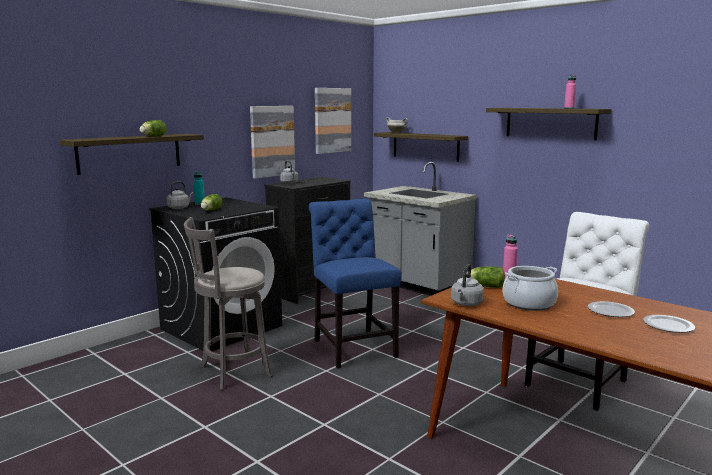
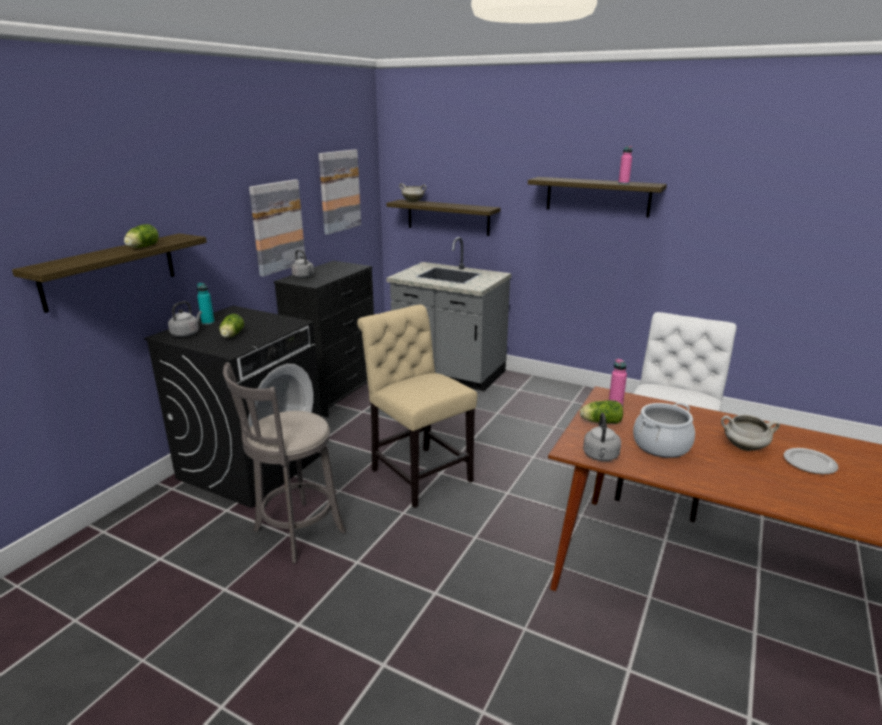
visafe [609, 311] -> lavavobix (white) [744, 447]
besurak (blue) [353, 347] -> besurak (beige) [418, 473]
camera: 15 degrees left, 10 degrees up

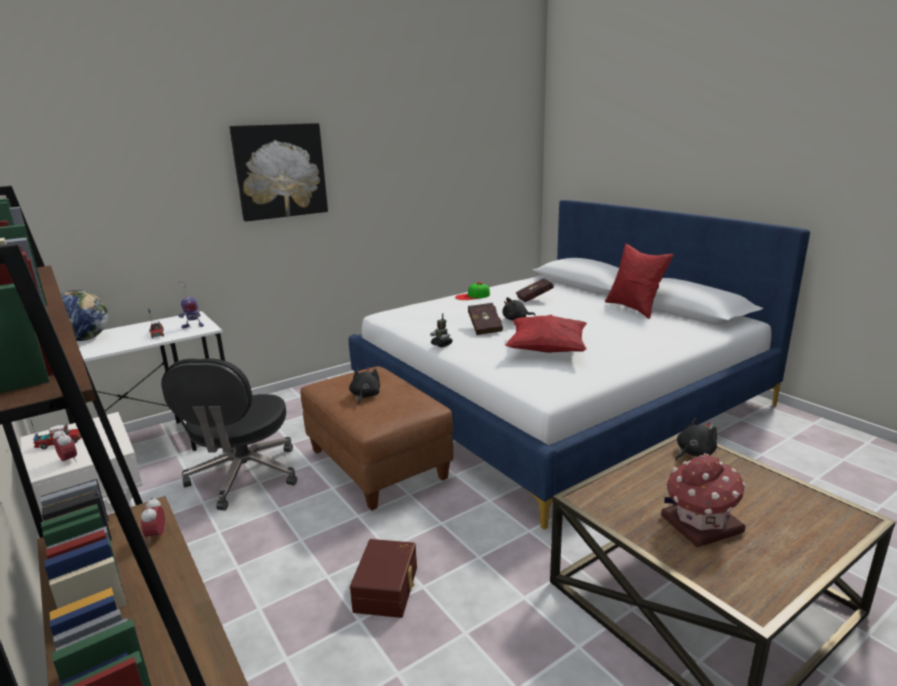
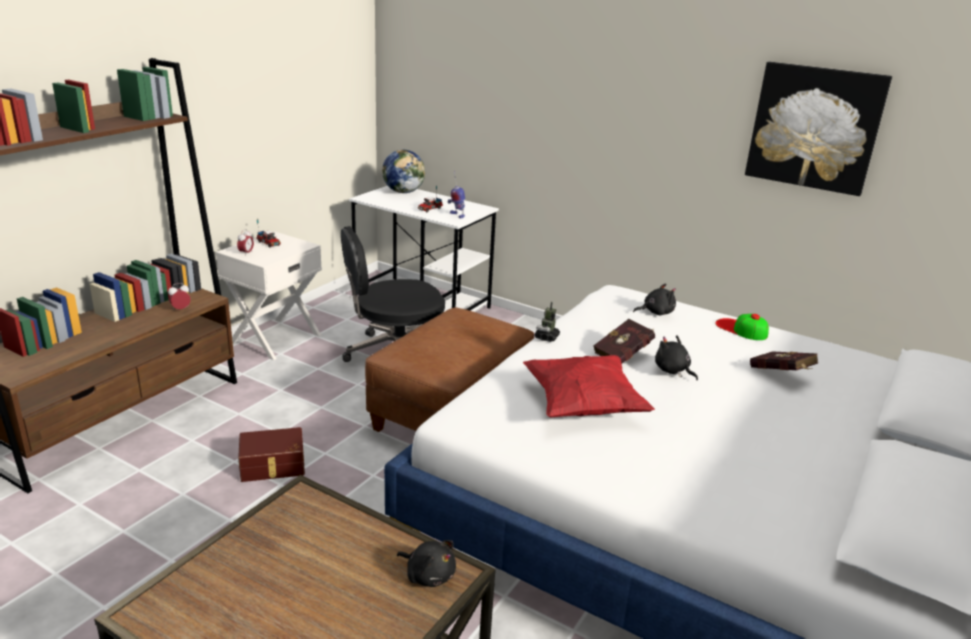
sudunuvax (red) [634, 308] -> none
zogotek [699, 525] -> none
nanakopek [280, 171] -> nanakopek [814, 127], move
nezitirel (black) [365, 396] -> nezitirel (black) [656, 312], move
camera: 65 degrees right, 5 degrees up

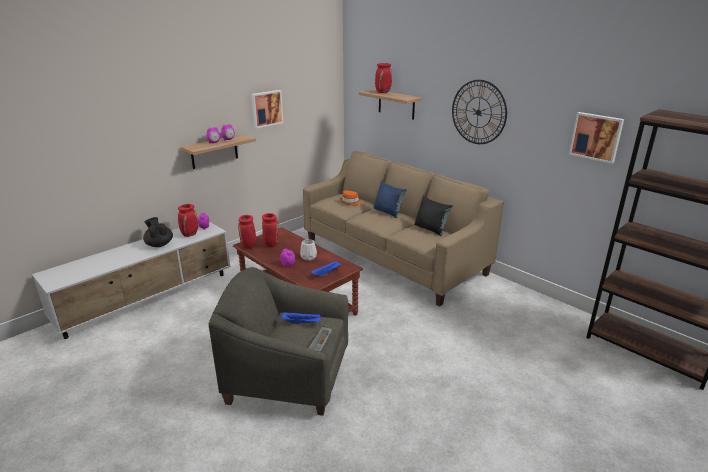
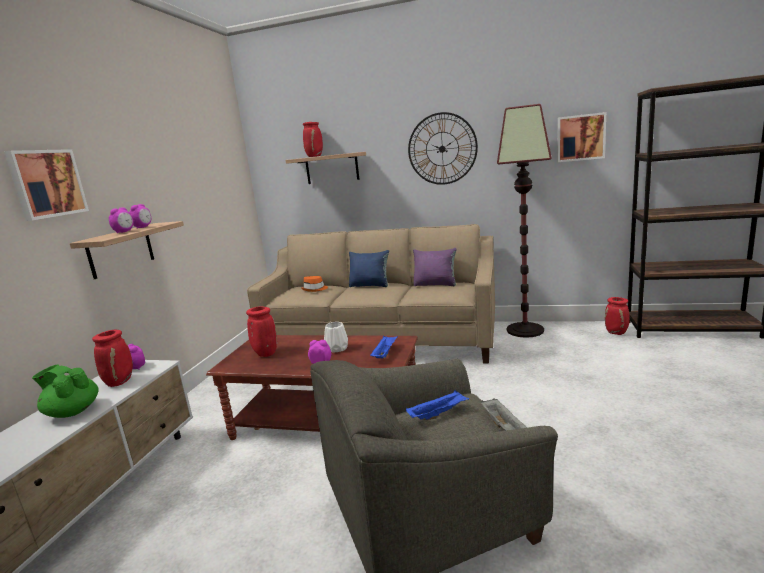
none -> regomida [525, 330]
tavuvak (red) [249, 246] -> tavuvak (red) [617, 333], move
nanakopek [266, 108] -> nanakopek [46, 183], move
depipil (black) [159, 244] -> depipil (green) [72, 411]
sudunuvax (black) [431, 229] -> sudunuvax (purple) [435, 284]
camera: 30 degrees left, 10 degrees down

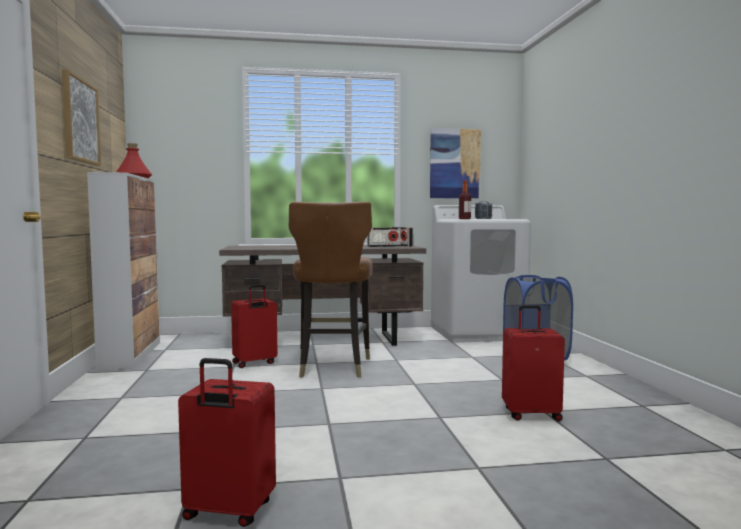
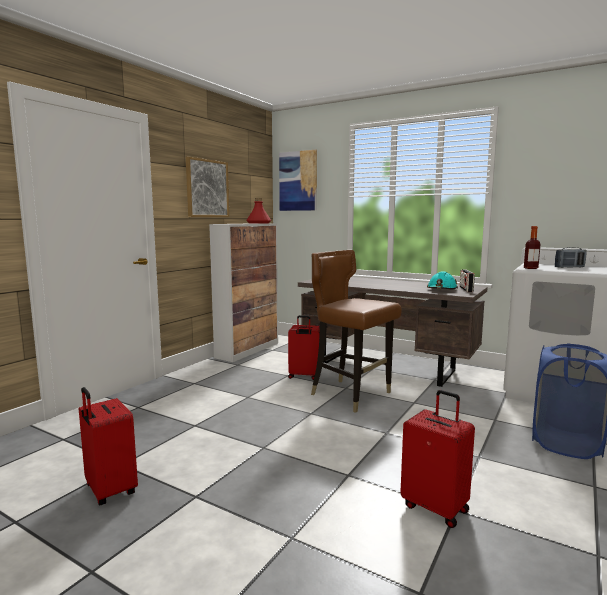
nanakopek [454, 163] -> nanakopek [298, 181], move
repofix [384, 246] -> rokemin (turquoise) [441, 289]
besurak (brown) [332, 367] -> besurak (brown) [351, 395], 90 degrees clockwise
camera: 40 degrees right, 5 degrees up

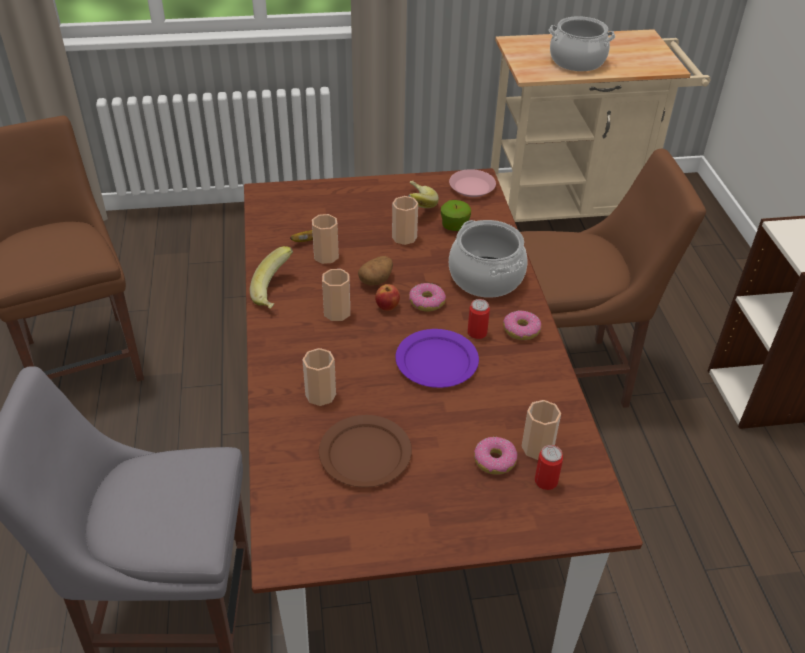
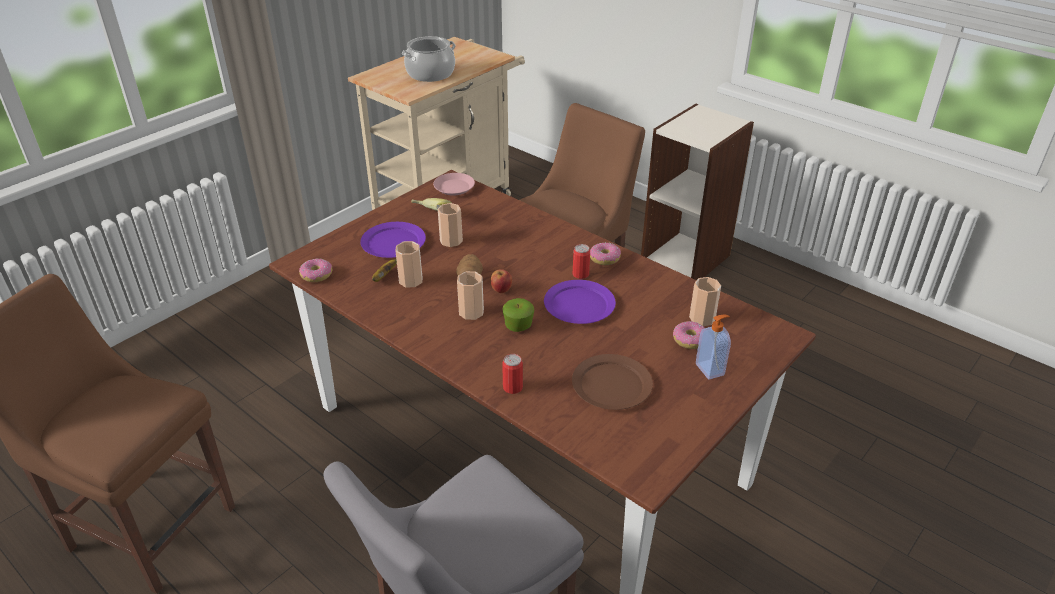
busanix [276, 293] -> none
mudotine [320, 395] -> none
lavavobix [486, 277] -> none
none -> visafe (purple) [393, 242]
none -> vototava [710, 369]
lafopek [426, 302] -> lafopek [316, 275], move
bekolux [454, 226] -> bekolux [518, 326], move
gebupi [546, 481] -> gebupi [512, 387], move
camera: 40 degrees left, 5 degrees down

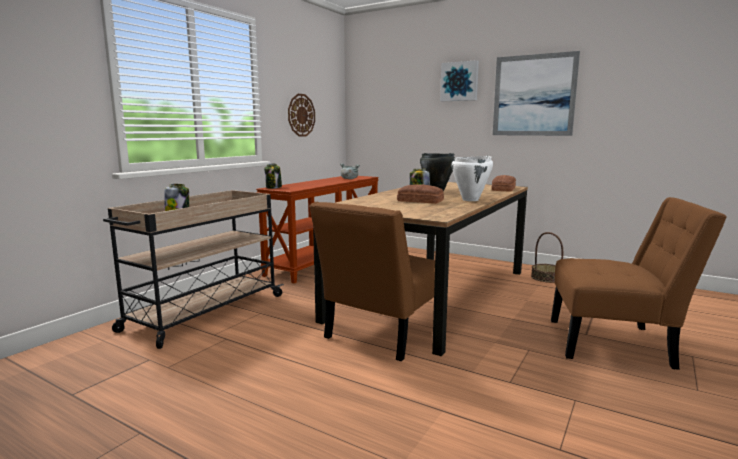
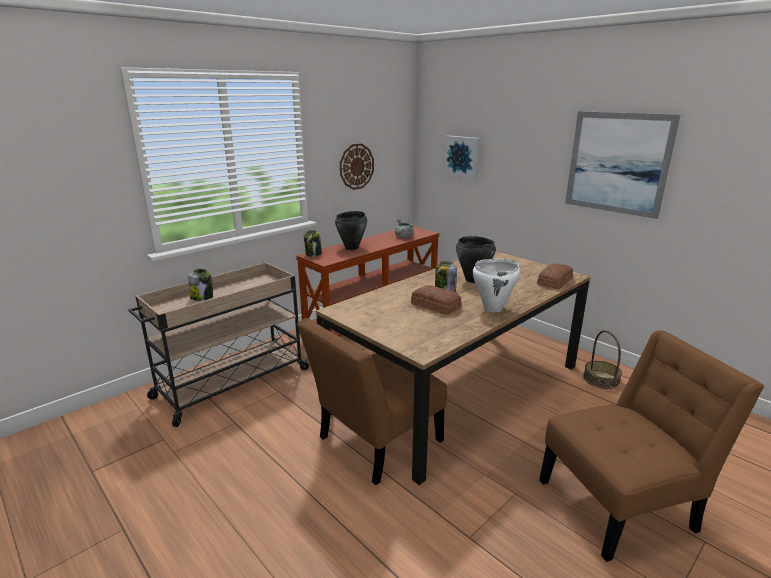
none -> lavavobix (black) [352, 248]
nanakopek [459, 81] -> nanakopek [462, 156], move
besurak (brown) [616, 344] -> besurak (brown) [622, 503], 45 degrees counterclockwise
camera: 15 degrees right, 10 degrees up

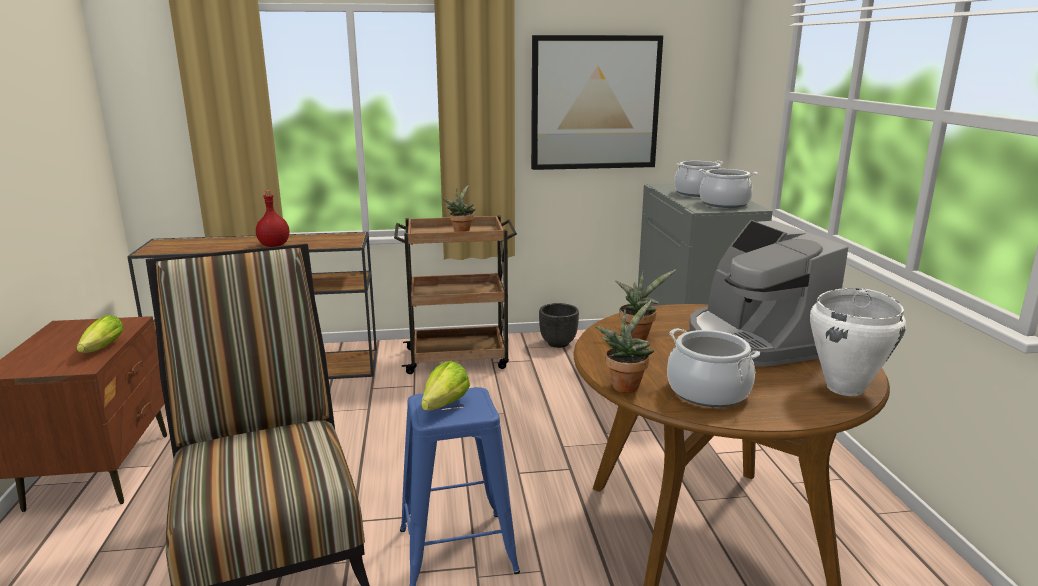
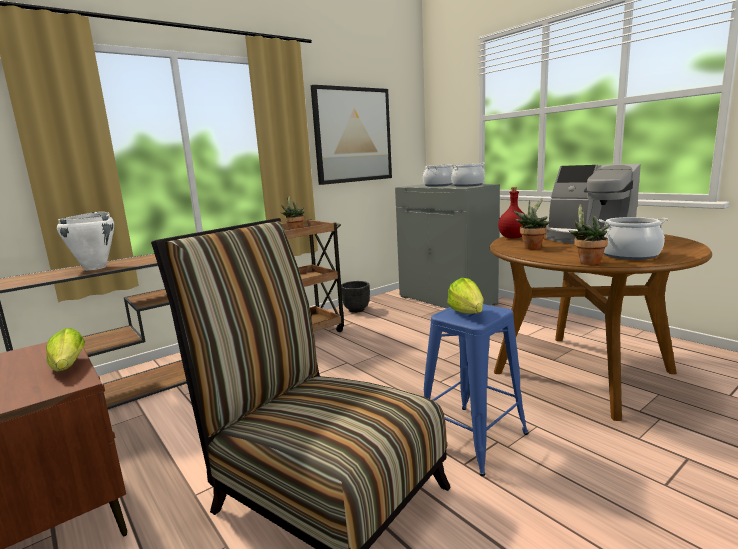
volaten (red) [274, 245] -> volaten (red) [512, 237], move
lavavobix (white) [845, 388] -> lavavobix (white) [95, 268], move
camera: 30 degrees left, 5 degrees down

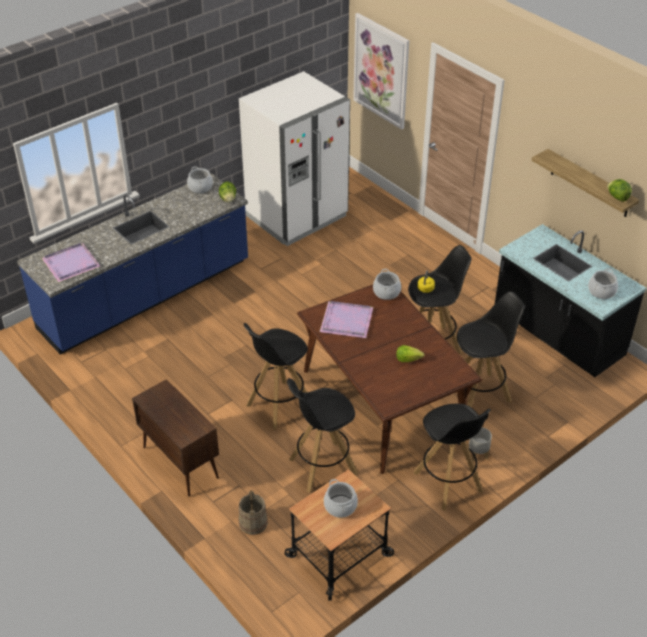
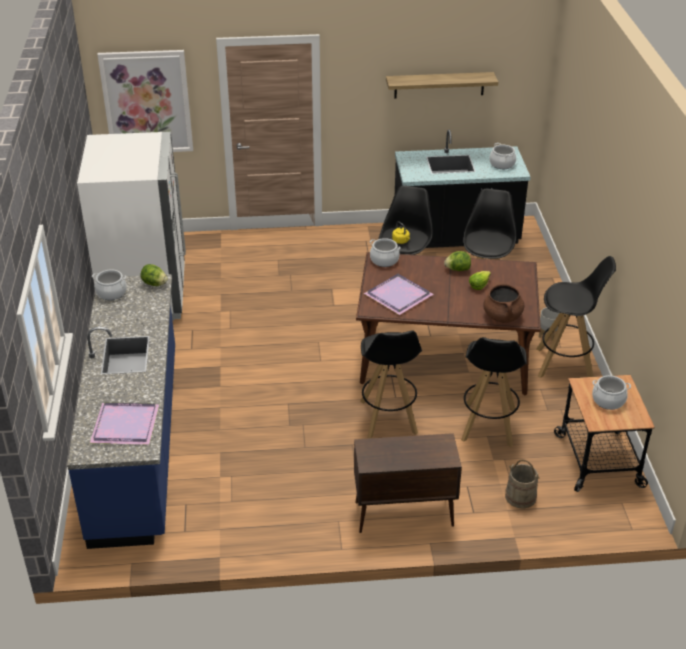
none -> lavavobix (brown) [502, 316]
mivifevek [617, 197] -> mivifevek [457, 269], move
camera: 55 degrees left, 5 degrees down

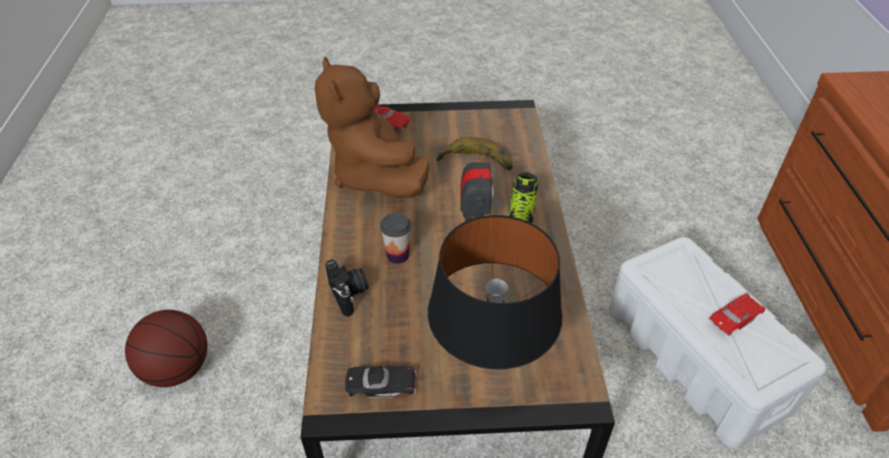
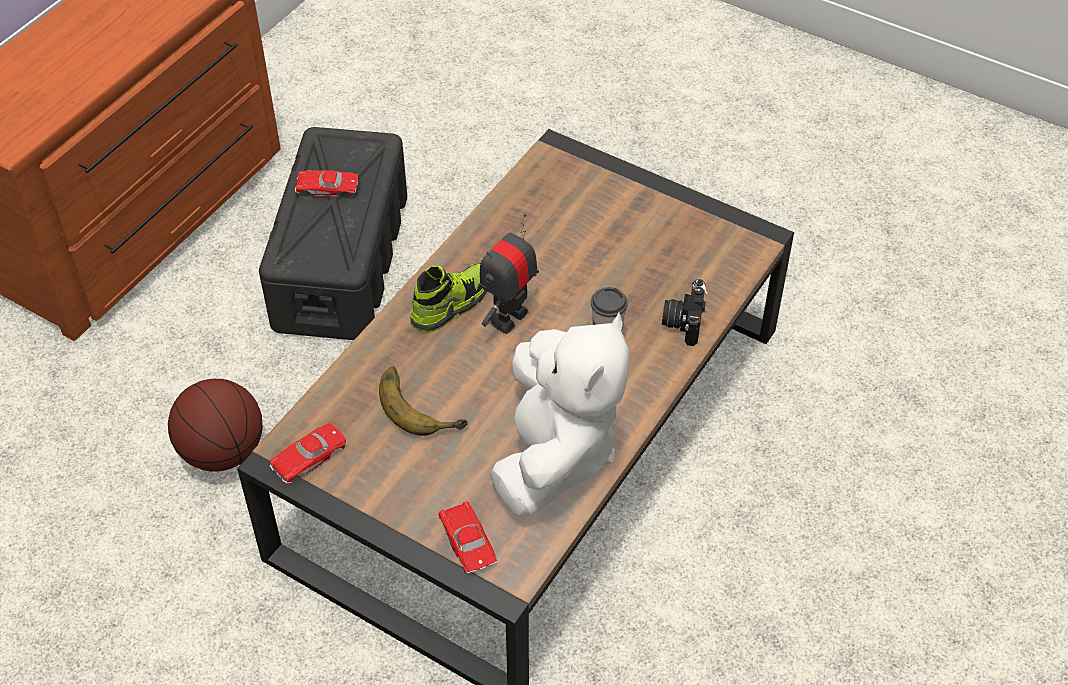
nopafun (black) [381, 384] -> none
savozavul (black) [490, 361] -> none
none -> nopafun (red) [309, 456]
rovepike [177, 369] -> rovepike [222, 452], move
nezitirel (brown) [374, 175] -> nezitirel (white) [555, 453]
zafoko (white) [695, 357] -> zafoko (black) [341, 262]
camera: 145 degrees left, 5 degrees up

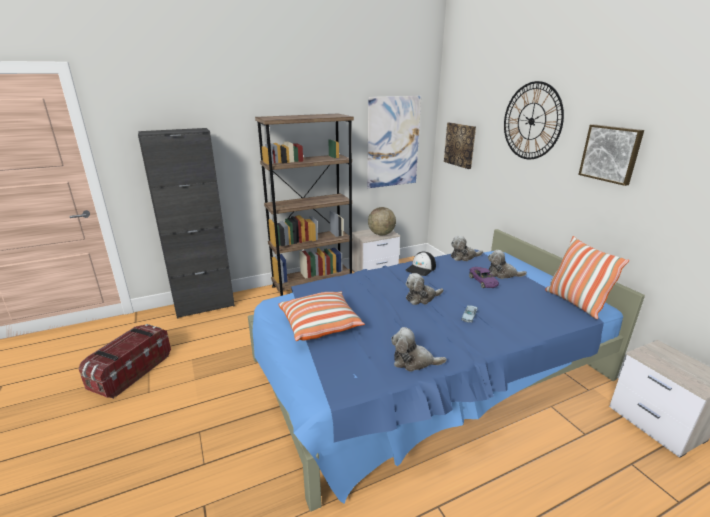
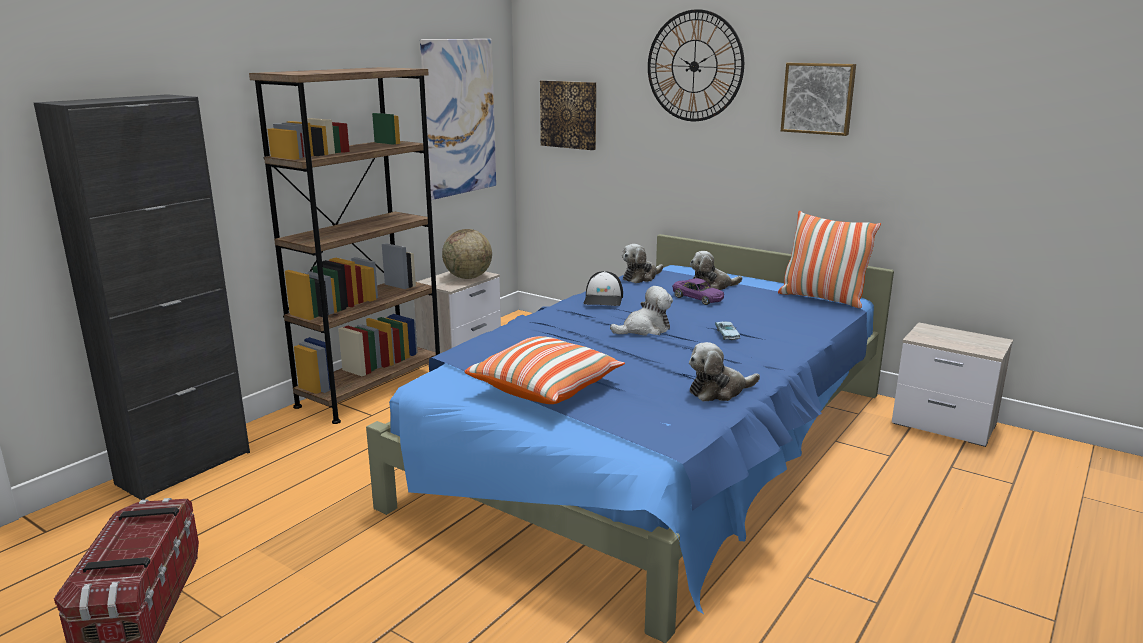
nezitirel [421, 298] -> nezitirel [645, 330], 150 degrees counterclockwise
camera: 30 degrees left, 5 degrees down

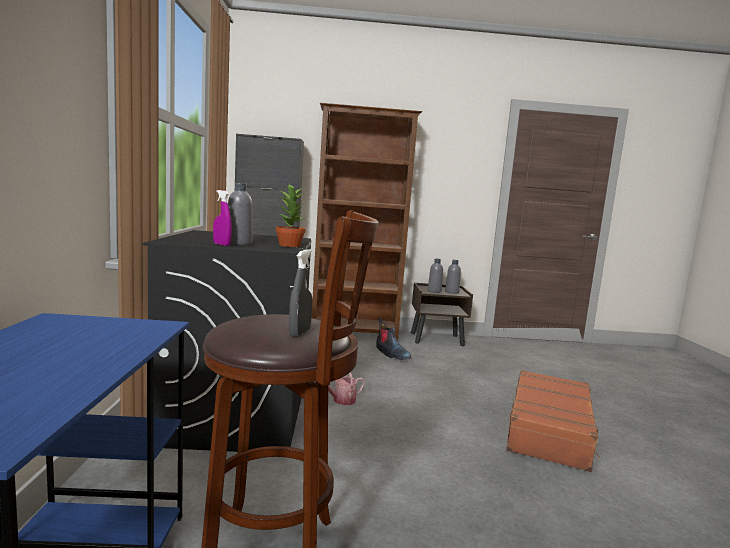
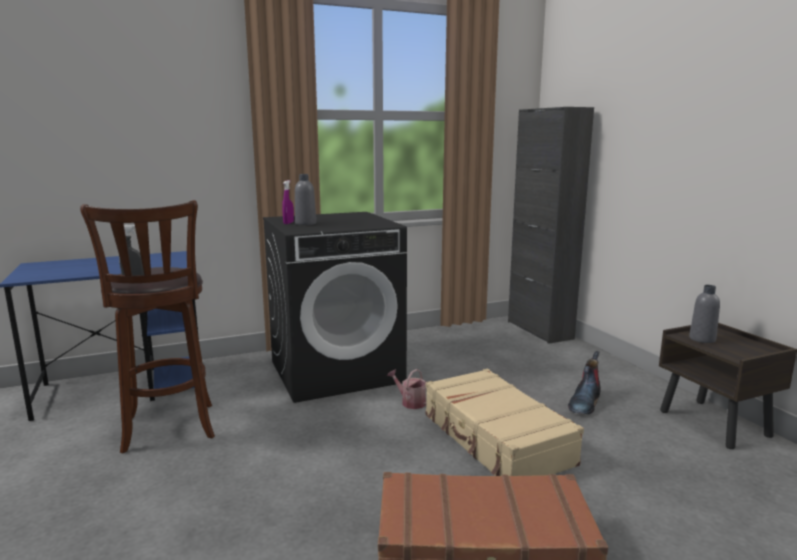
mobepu [290, 245] -> none
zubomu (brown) [354, 334] -> none
volaten (grey) [452, 292] -> none
none -> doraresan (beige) [495, 439]
camera: 70 degrees right, 5 degrees up

